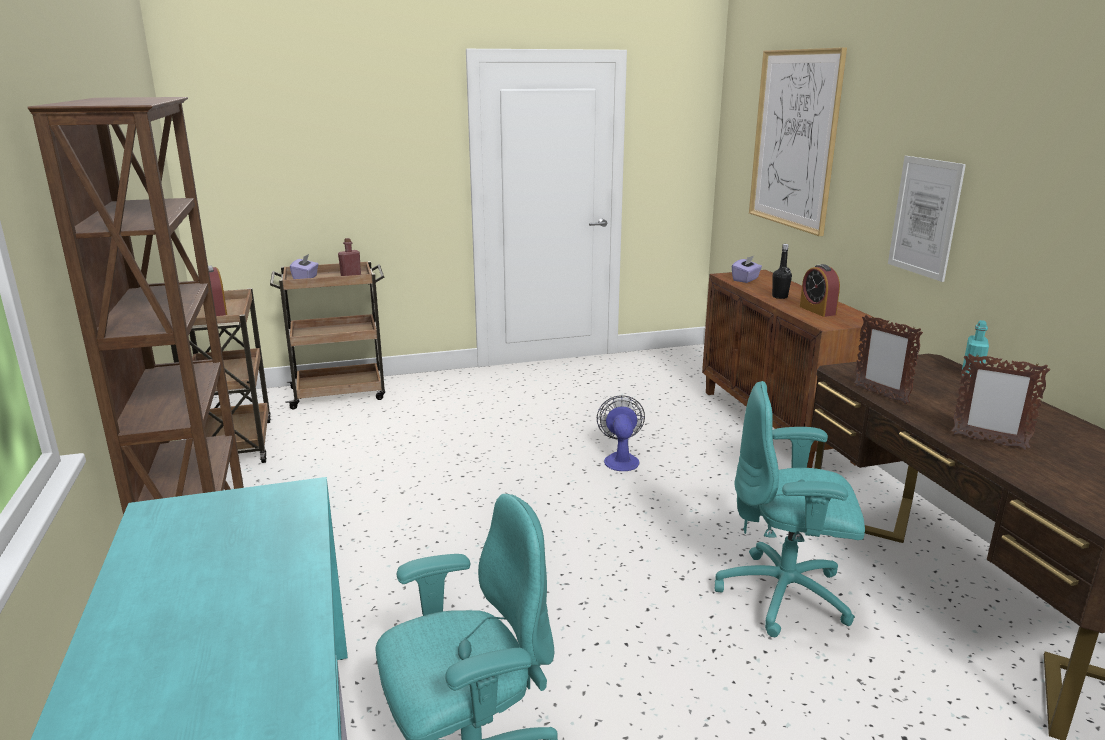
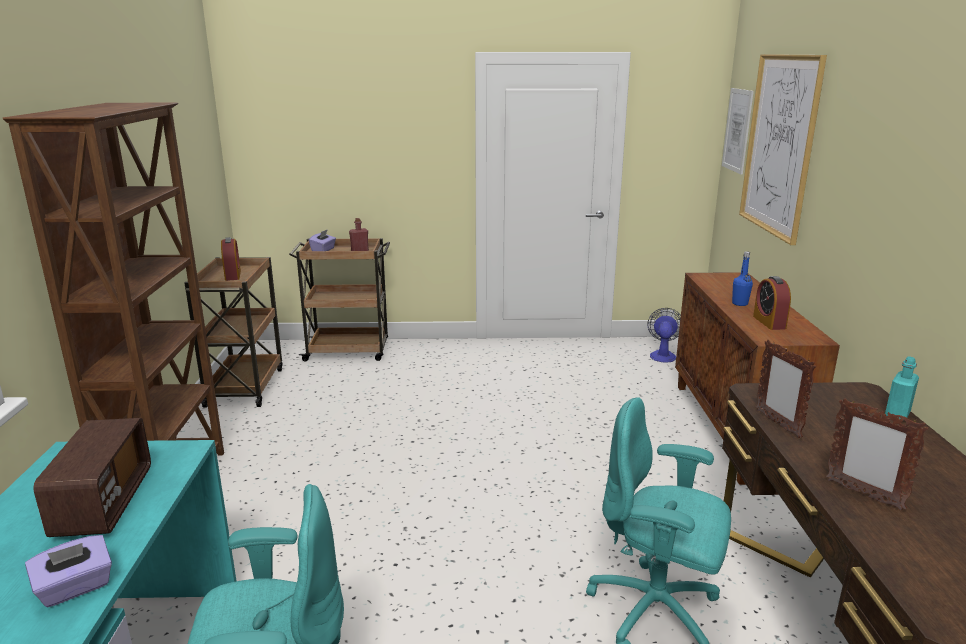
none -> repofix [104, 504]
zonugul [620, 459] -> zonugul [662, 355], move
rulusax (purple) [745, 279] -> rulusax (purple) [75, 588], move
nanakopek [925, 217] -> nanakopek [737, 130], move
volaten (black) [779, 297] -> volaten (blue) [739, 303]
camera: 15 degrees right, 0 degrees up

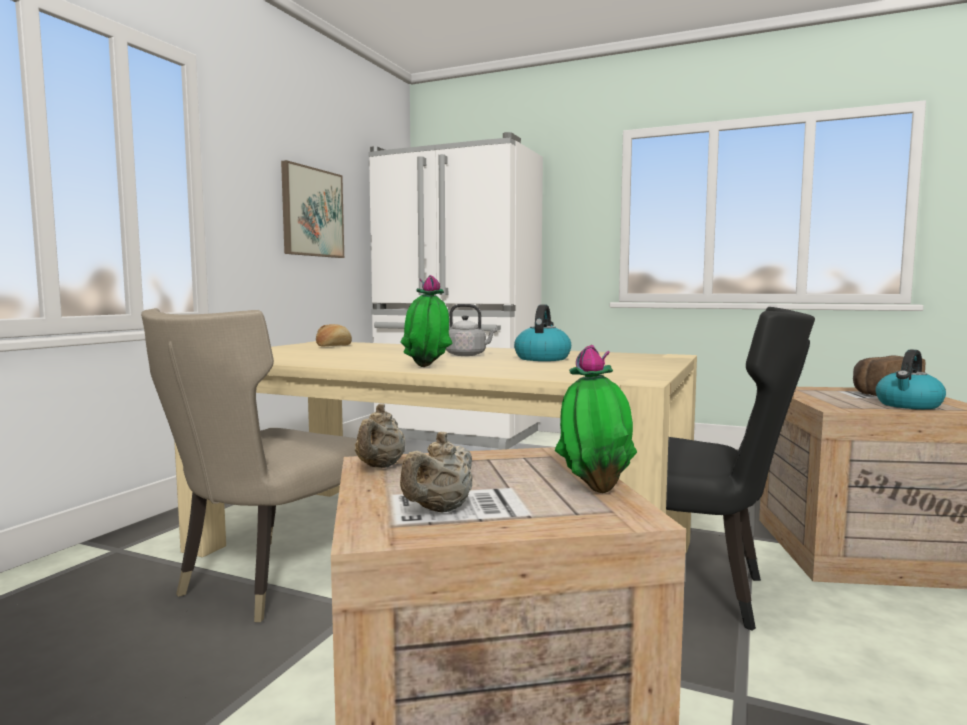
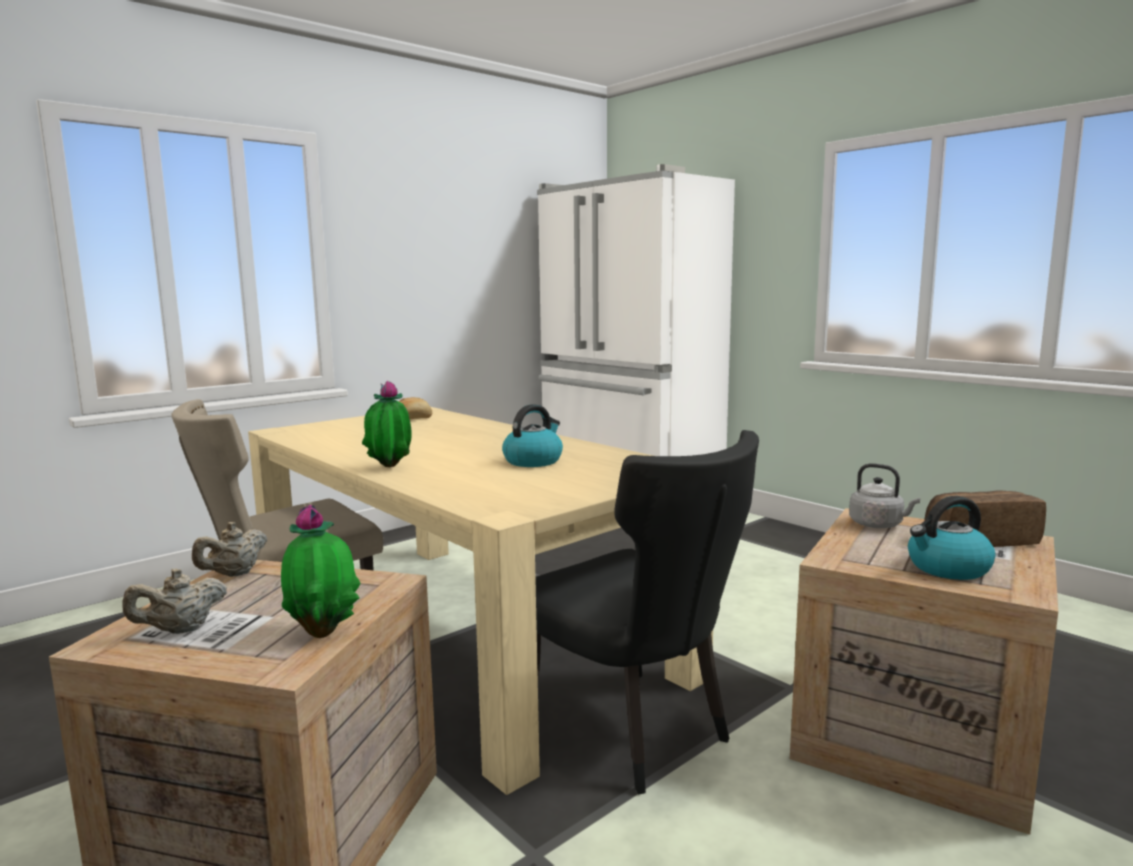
nanakopek [312, 212] -> none
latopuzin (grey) [468, 355] -> latopuzin (grey) [878, 525], move
camera: 25 degrees right, 5 degrees up

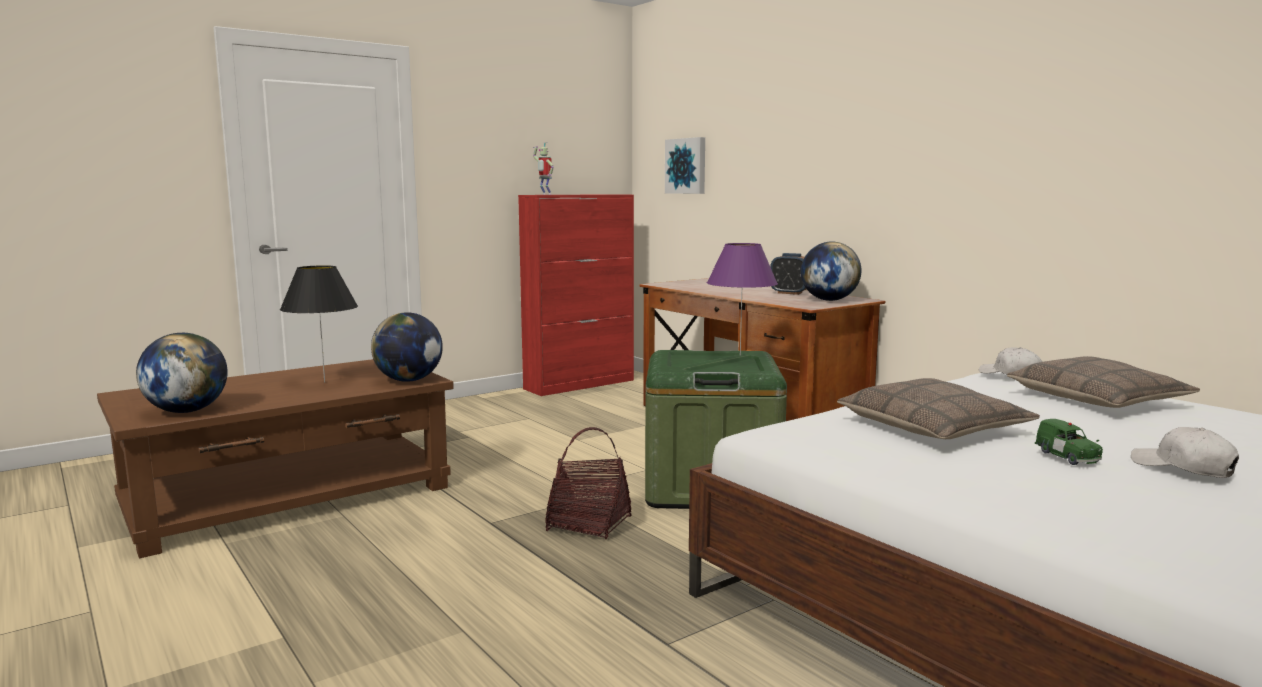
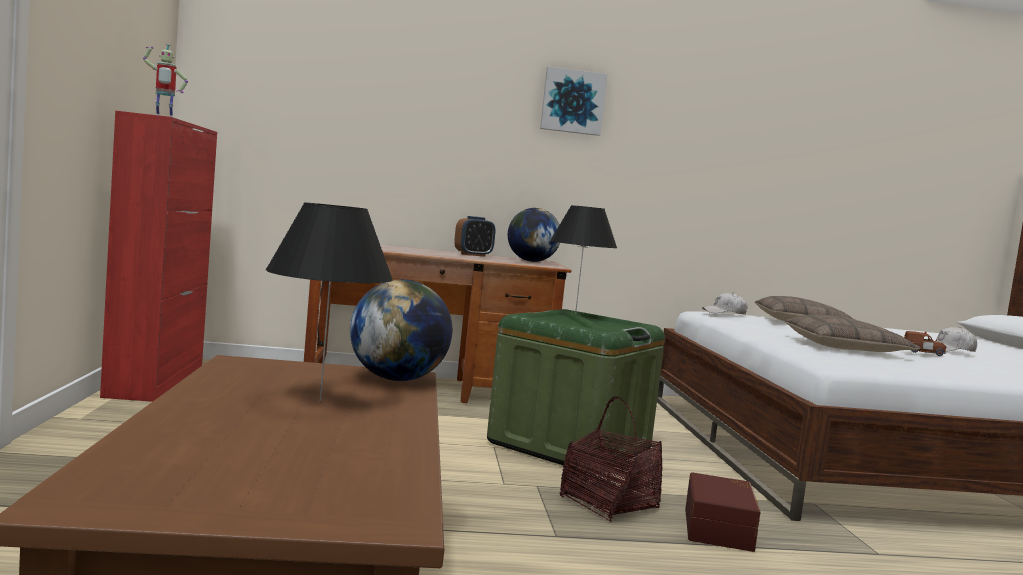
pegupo [186, 411] -> none
none -> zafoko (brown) [720, 529]
nanakopek [686, 166] -> nanakopek [572, 102], move
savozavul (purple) [740, 355] -> savozavul (black) [575, 313]
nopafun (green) [1067, 457] -> nopafun (brown) [923, 353]
camera: 60 degrees left, 5 degrees down

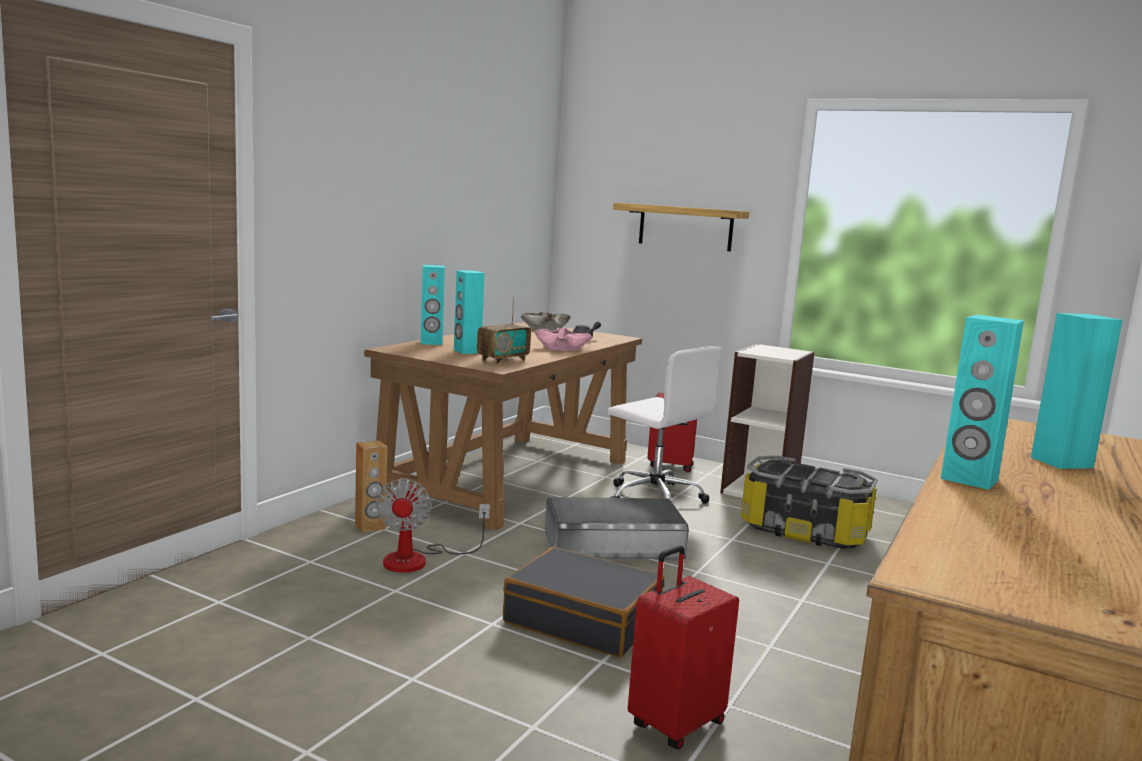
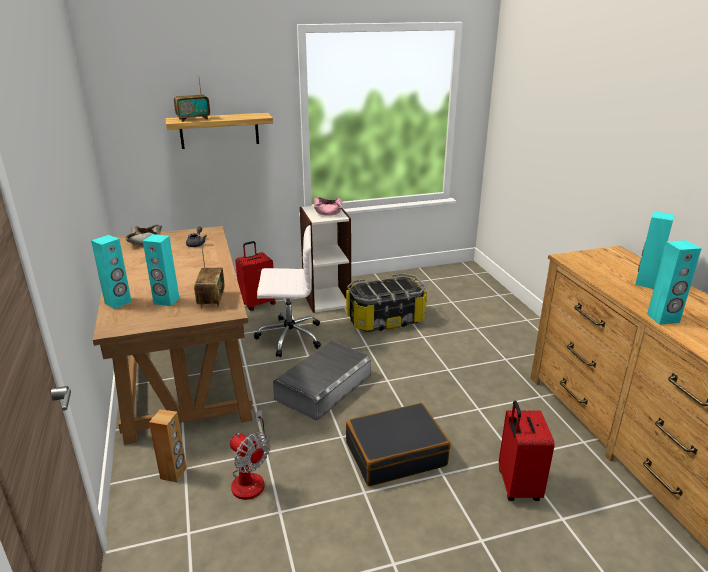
none -> repofix [193, 119]
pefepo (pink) [562, 348] -> pefepo (pink) [328, 212], move
camera: 45 degrees left, 15 degrees up

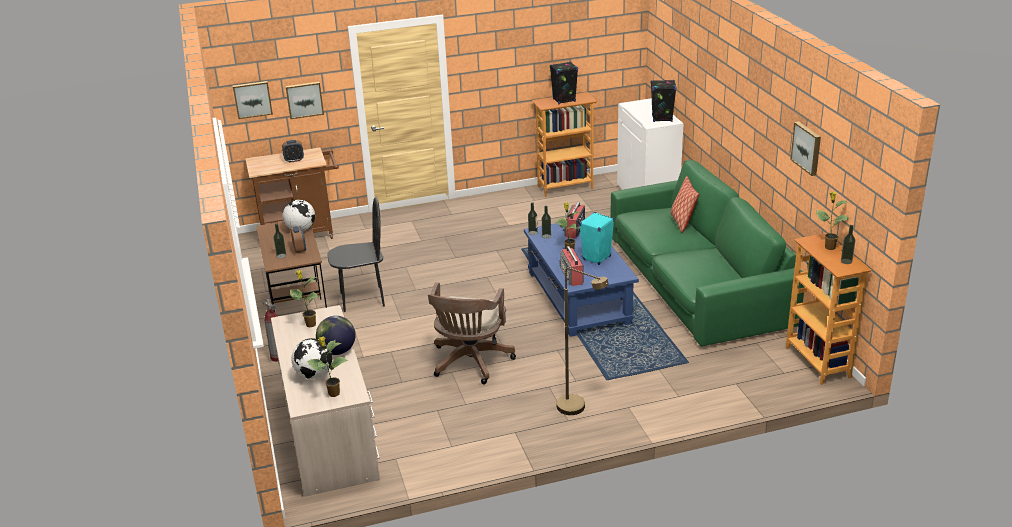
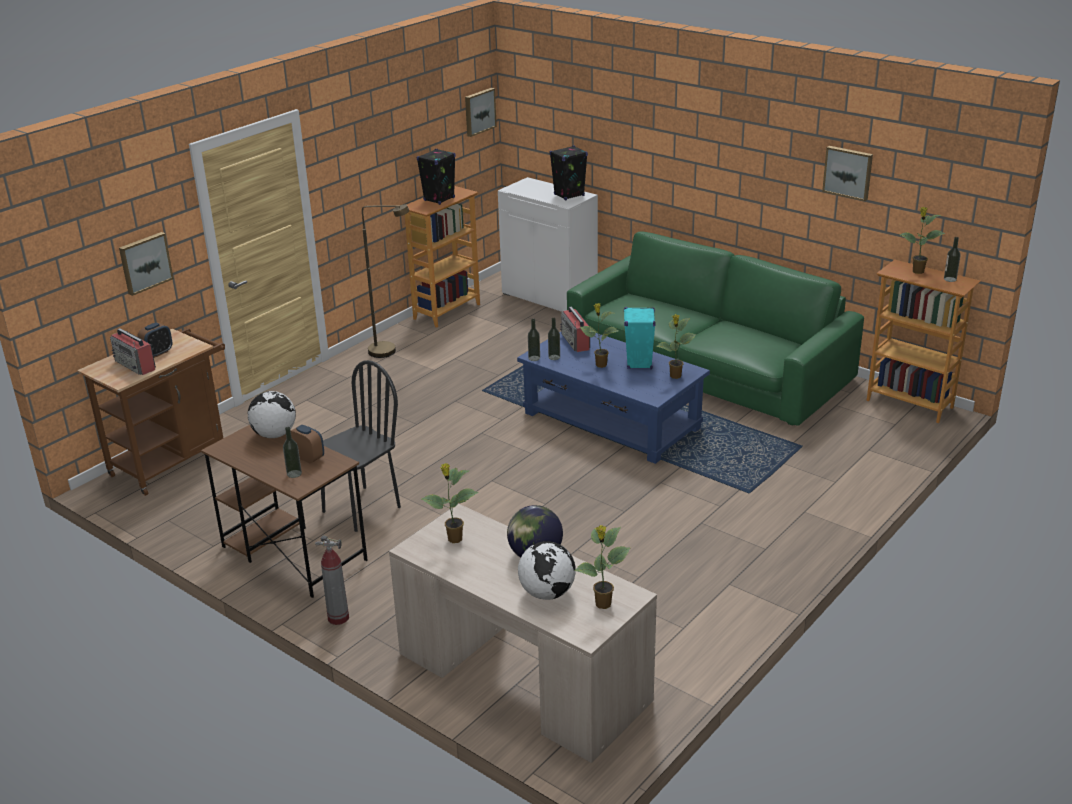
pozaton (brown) [470, 363] -> none
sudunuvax [682, 222] -> none
none -> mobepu [675, 376]
nanakopek [252, 99] -> nanakopek [479, 111], move
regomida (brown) [578, 409] -> regomida (brown) [390, 351], move
repofix [572, 276] -> repofix [135, 365], move
camera: 35 degrees left, 0 degrees up

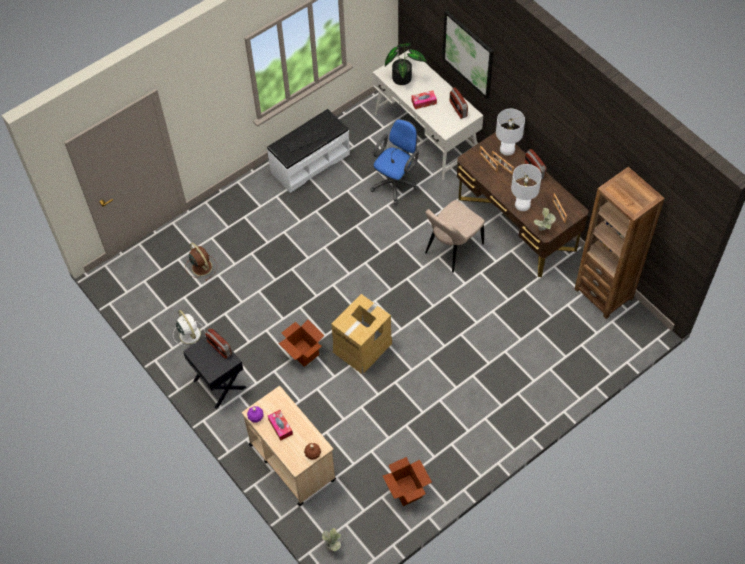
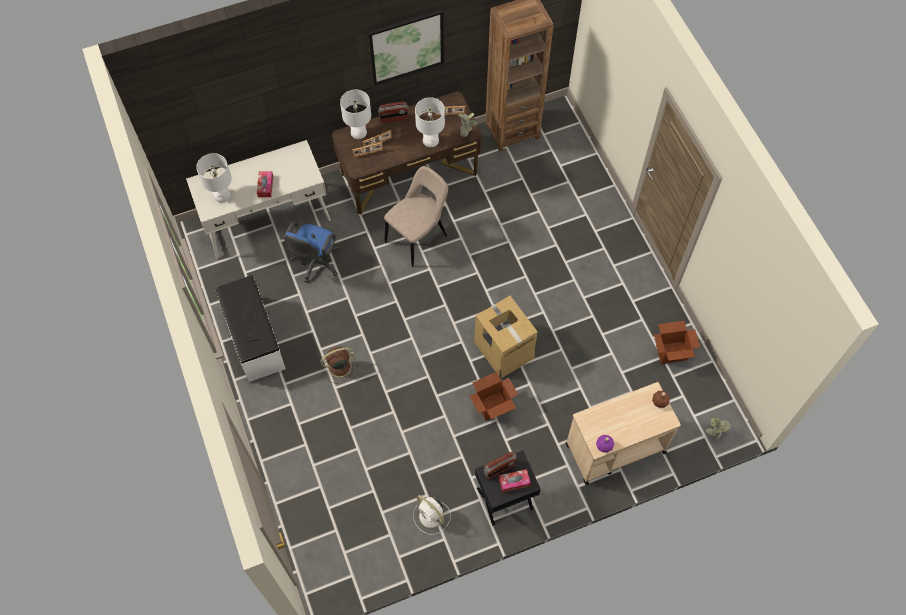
repofix [458, 109] -> none
zonugul (brown) [201, 266] -> zonugul (brown) [338, 367], move
rulusax [280, 426] -> rulusax [514, 482], move
nanakopek [468, 54] -> nanakopek [406, 46], move
mobepu [403, 76] -> savozavul (white) [222, 195]
zonugul (white) [189, 333] -> zonugul (white) [432, 516], 120 degrees counterclockwise
pozaton (blue) [396, 182] -> pozaton (blue) [315, 263], 120 degrees counterclockwise
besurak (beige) [452, 250] -> besurak (beige) [418, 237], 105 degrees counterclockwise
camera: 75 degrees left, 5 degrees up

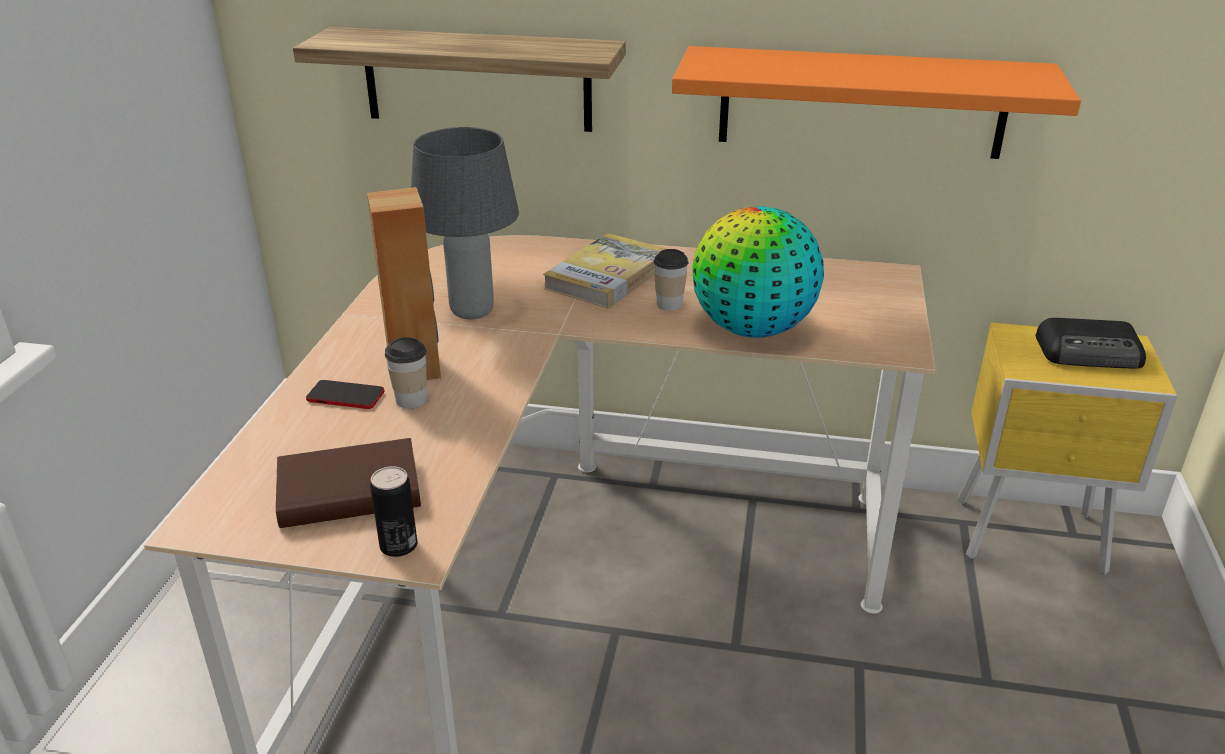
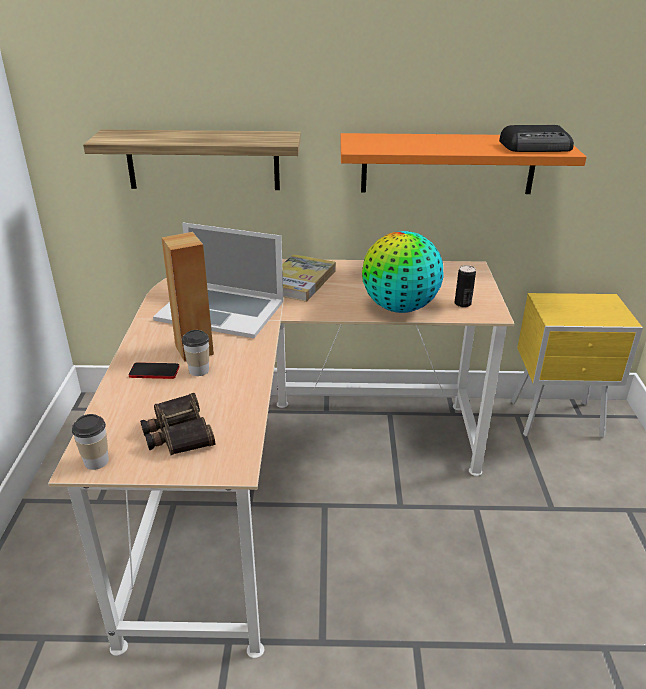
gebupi [398, 546] -> gebupi [462, 304], move
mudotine [669, 304] -> mudotine [96, 461], move
repofix [1090, 353] -> repofix [536, 147], move
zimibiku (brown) [349, 491] -> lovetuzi [177, 433]
savozavul (grey) [473, 311] -> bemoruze [221, 310]
camera: 10 degrees left, 0 degrees up

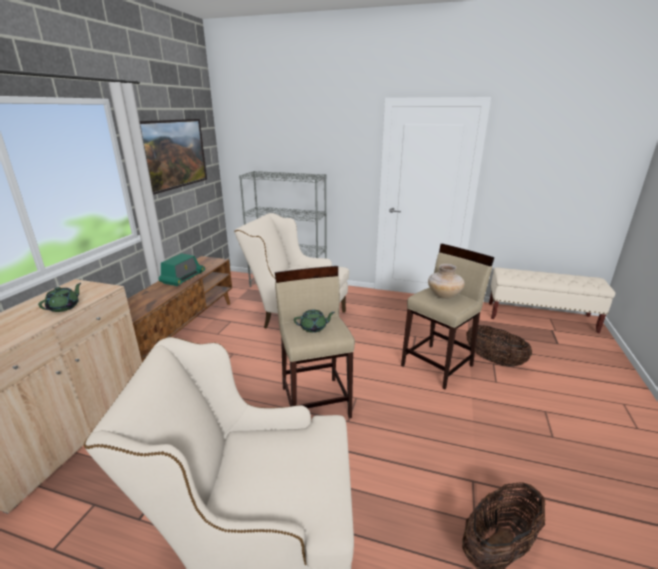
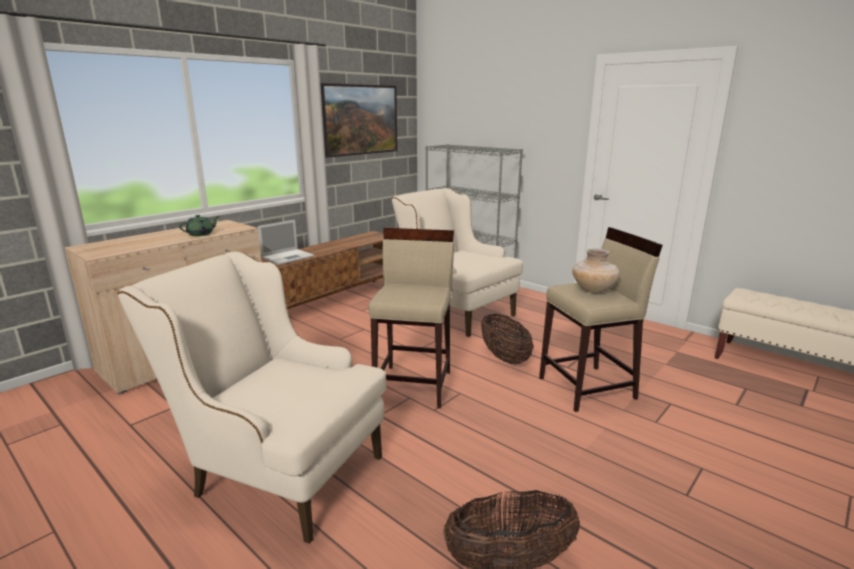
repofix [183, 278] -> none
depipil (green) [314, 328] -> none
none -> bemoruze [288, 257]
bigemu [494, 360] -> bigemu [504, 357], move
camera: 25 degrees right, 5 degrees down

